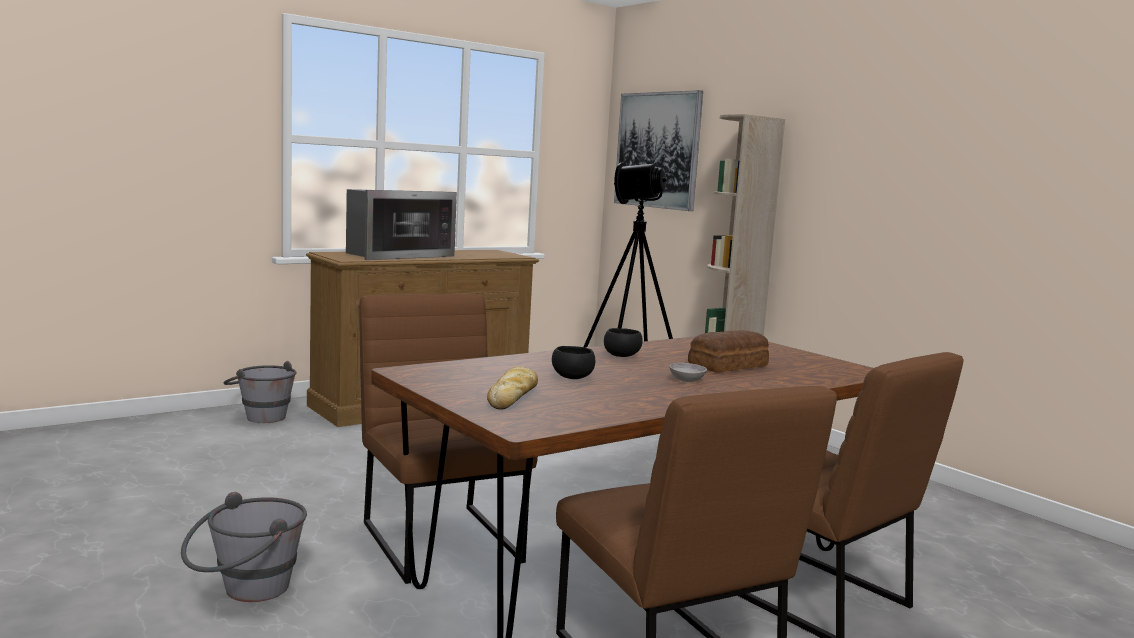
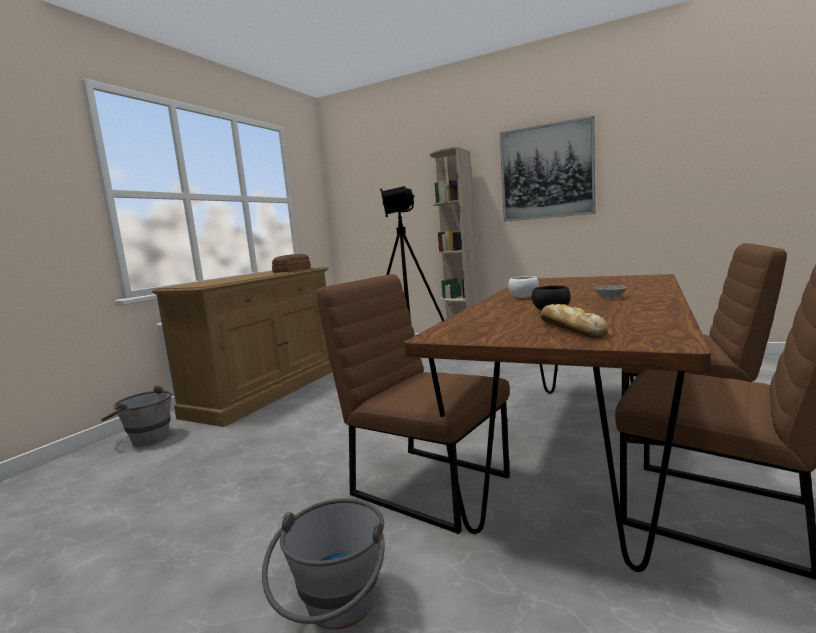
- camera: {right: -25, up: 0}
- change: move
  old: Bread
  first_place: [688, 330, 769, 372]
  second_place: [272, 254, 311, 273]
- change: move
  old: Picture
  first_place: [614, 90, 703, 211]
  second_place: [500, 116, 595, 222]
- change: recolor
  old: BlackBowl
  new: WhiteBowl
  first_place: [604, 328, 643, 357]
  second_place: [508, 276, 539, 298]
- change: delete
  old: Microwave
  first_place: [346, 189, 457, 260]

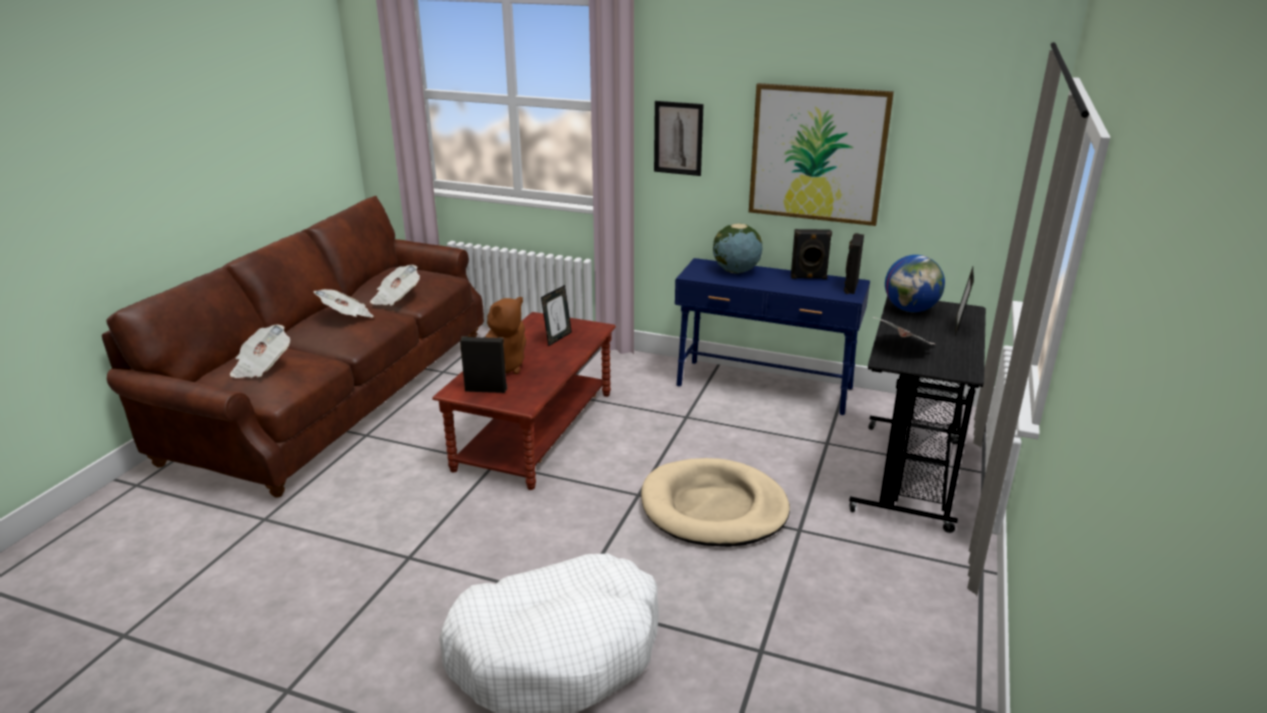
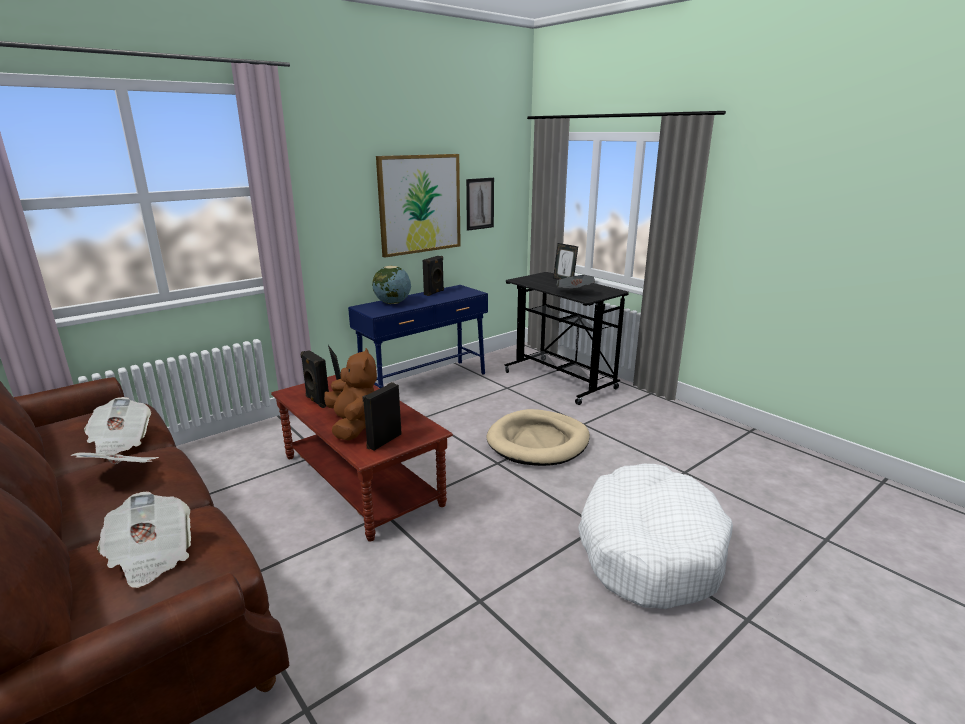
- camera: {right: -60, up: -5}
- change: move
  old: BlackSpeaker
  first_place: [844, 233, 864, 294]
  second_place: [301, 350, 329, 408]
- change: move
  old: Picture
  first_place: [654, 101, 704, 176]
  second_place: [466, 178, 494, 231]
- change: delete
  old: Globe
  first_place: [885, 255, 945, 312]

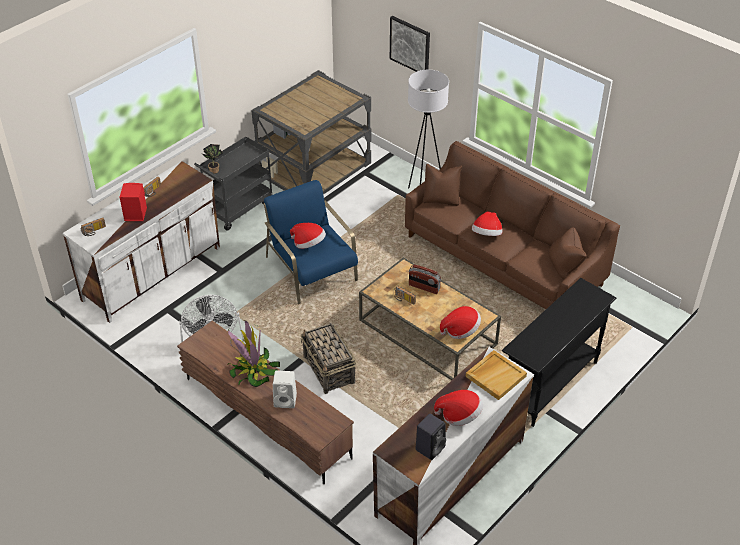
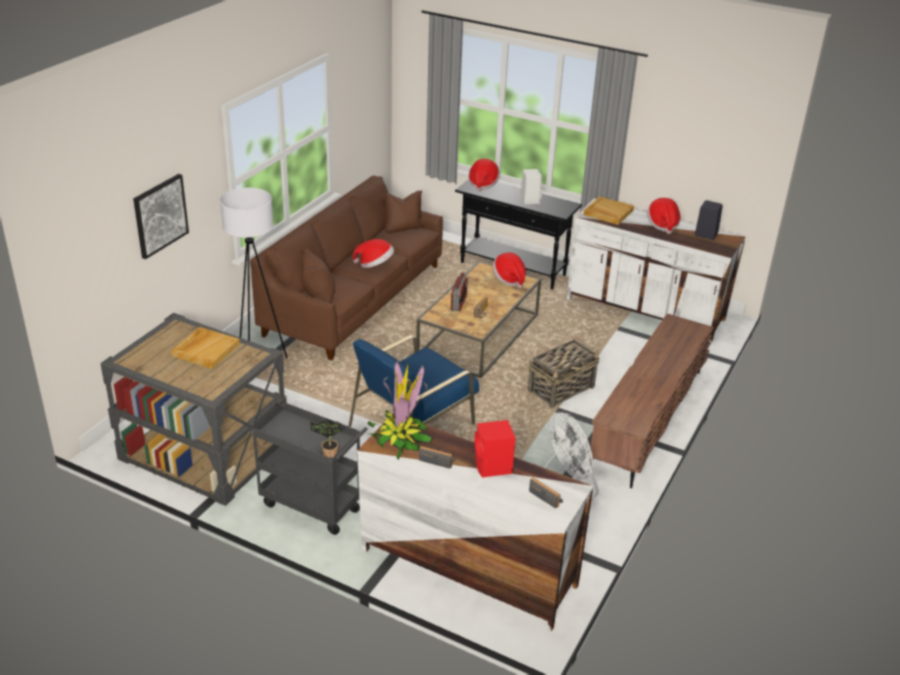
- camera: {right: -105, up: -10}
- change: insert
  new: BeigeTray
  second_place: [171, 327, 240, 369]
- change: move
  old: PottedPlant
  first_place: [227, 320, 280, 387]
  second_place: [367, 362, 433, 459]
- change: move
  old: Hat
  first_place: [290, 223, 326, 249]
  second_place: [469, 159, 499, 191]
- change: move
  old: WhiteSpeaker
  first_place: [273, 370, 297, 408]
  second_place: [520, 169, 542, 205]

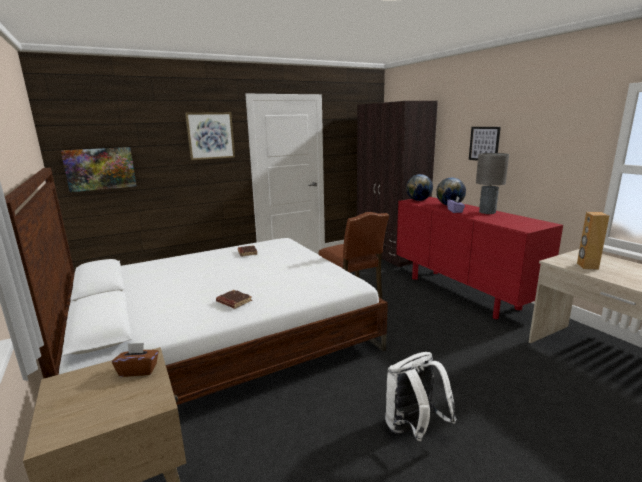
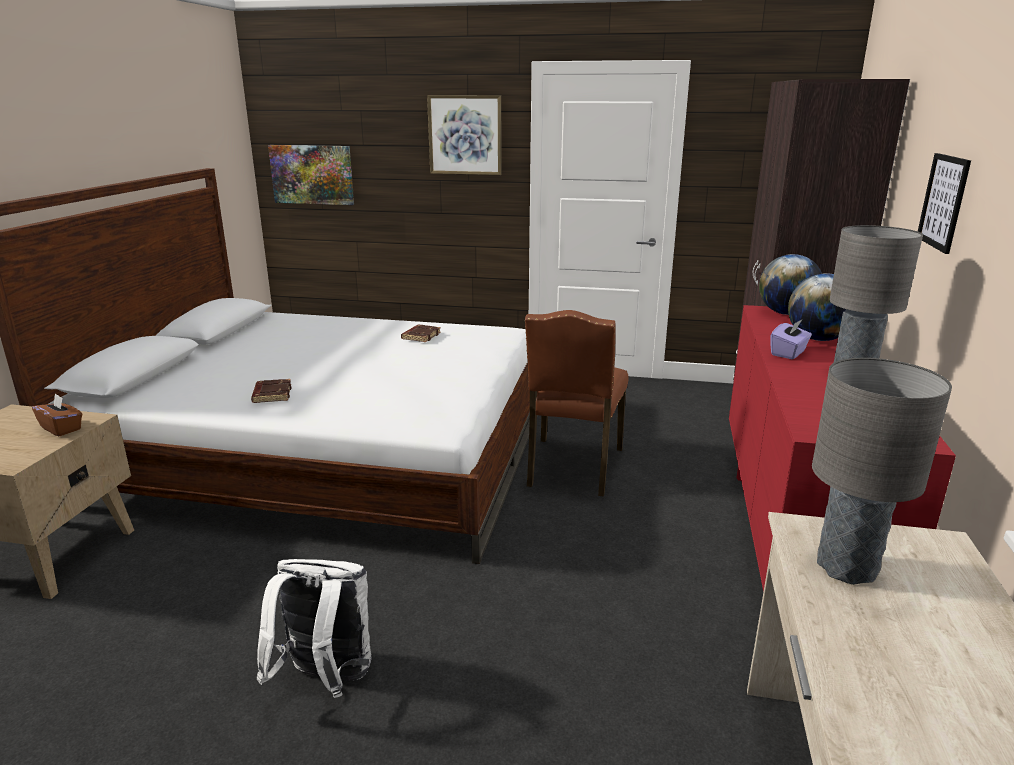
- camera: {right: 40, up: 5}
- change: replace
  old: BrownSpeaker
  new: GreyTableLamp
  first_place: [577, 212, 609, 270]
  second_place: [812, 358, 952, 585]

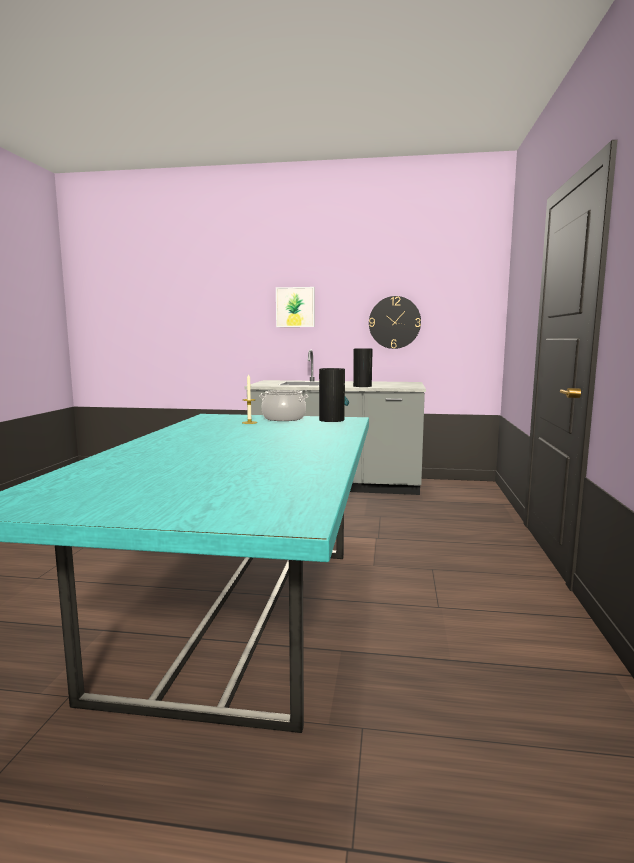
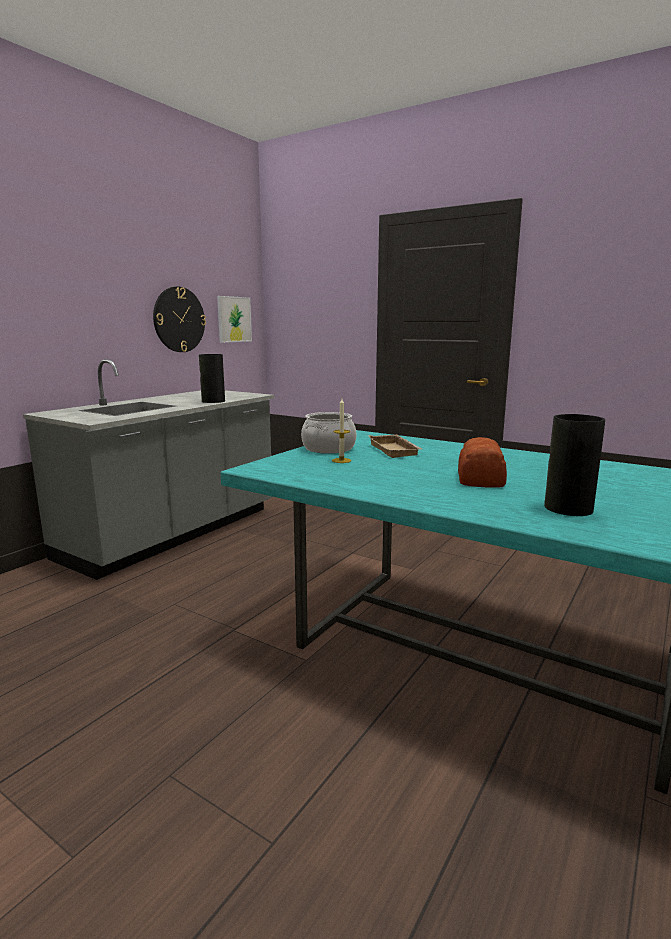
- camera: {right: -65, up: 5}
- change: move
  old: Picture
  first_place: [276, 287, 315, 327]
  second_place: [217, 296, 252, 343]
- change: insert
  new: BeigeTray
  second_place: [368, 435, 422, 458]
- change: insert
  new: Bread
  second_place: [458, 437, 507, 488]
- change: move
  old: Vase
  first_place: [319, 368, 349, 422]
  second_place: [544, 414, 605, 516]

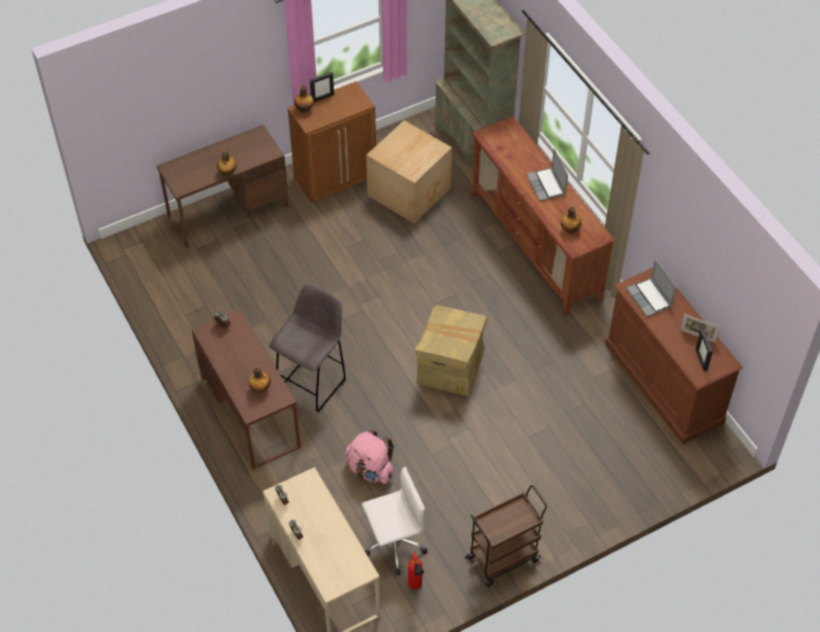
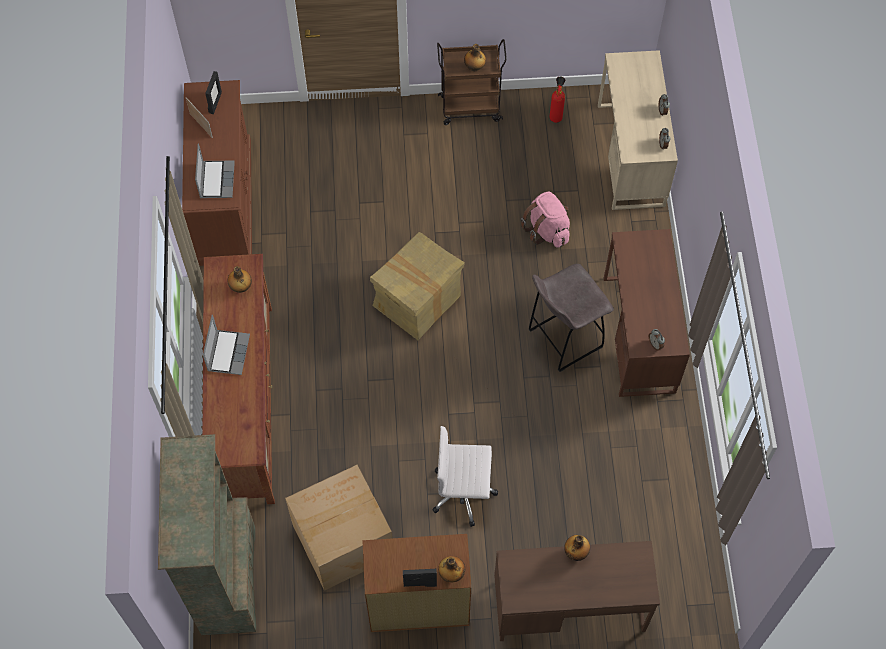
- camera: {right: -155, up: 10}
- change: move
  old: WhiteOfficeChair
  first_place: [362, 467, 427, 575]
  second_place: [433, 426, 498, 527]
- change: move
  old: Bottle
  first_place: [248, 367, 271, 392]
  second_place: [464, 44, 486, 72]

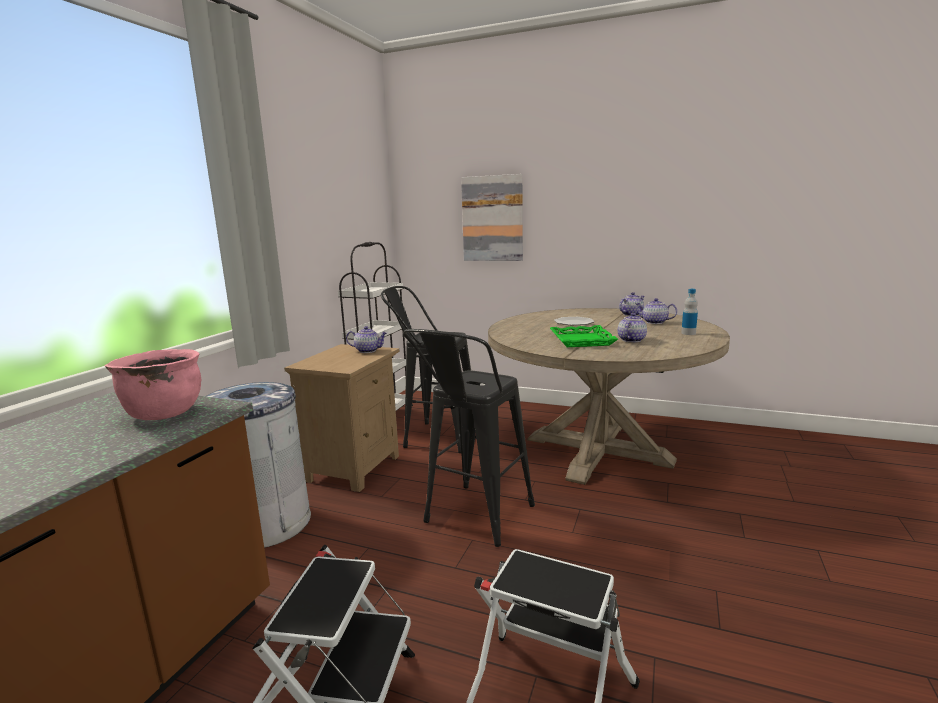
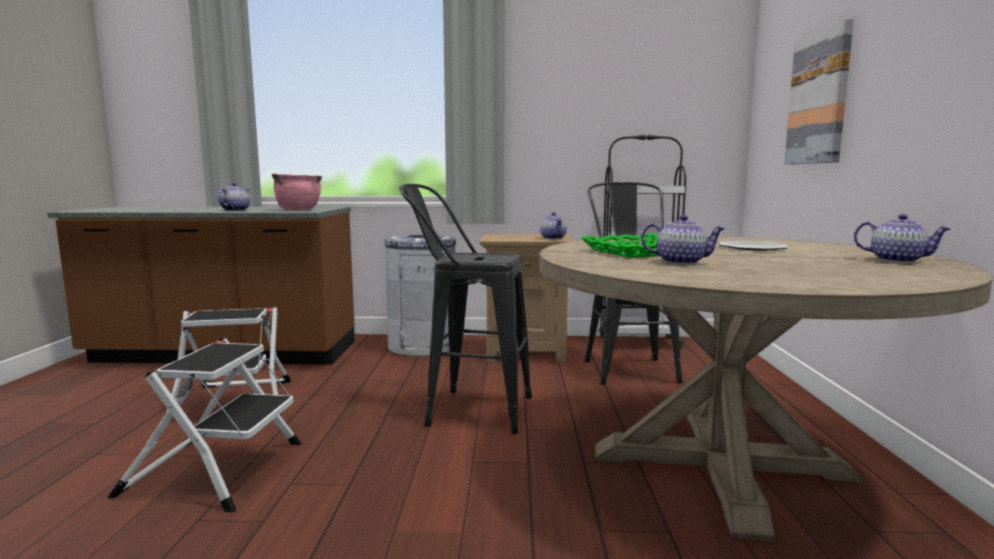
- camera: {right: 70, up: -5}
- change: move
  old: Teapot
  first_place: [635, 298, 677, 324]
  second_place: [218, 183, 250, 211]
- change: delete
  old: Bottle
  first_place: [681, 289, 698, 335]

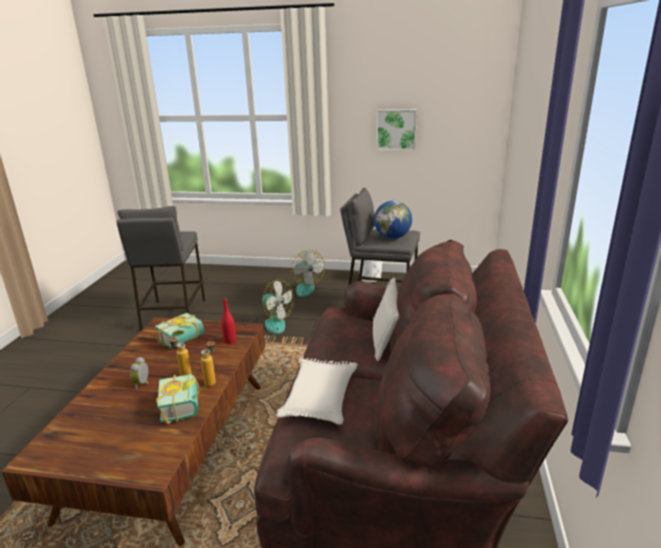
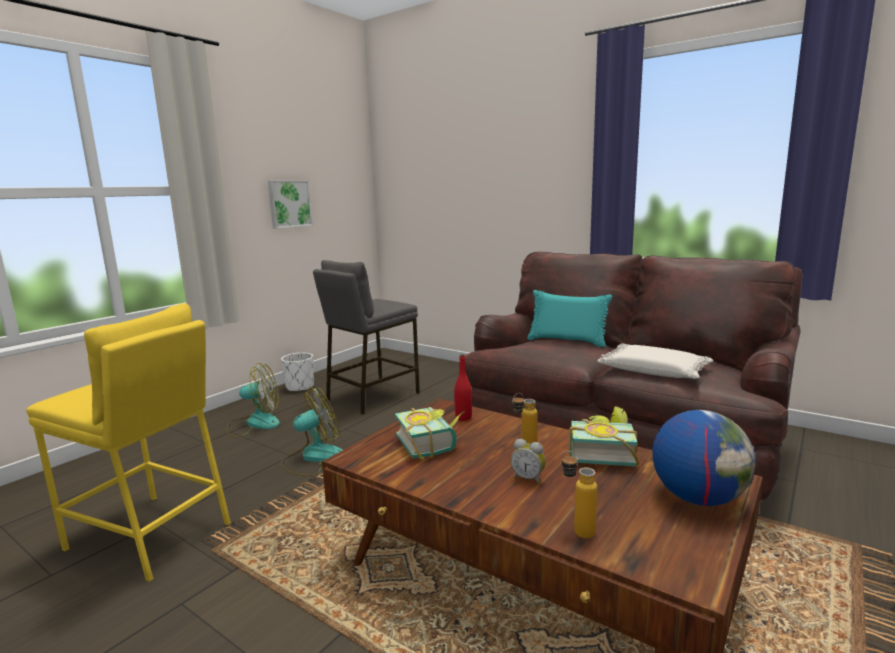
- camera: {right: -65, up: -10}
- change: recolor
  old: GreyStool
  new: YellowStool
  first_place: [116, 206, 205, 331]
  second_place: [26, 303, 231, 582]
- change: recolor
  old: WhitePillow
  new: TurquoisePillow
  first_place: [373, 278, 400, 361]
  second_place: [527, 290, 612, 348]
- change: move
  old: Bottle
  first_place: [201, 338, 216, 386]
  second_place: [562, 451, 597, 539]
- change: move
  old: Globe
  first_place: [374, 201, 412, 239]
  second_place: [652, 410, 756, 506]

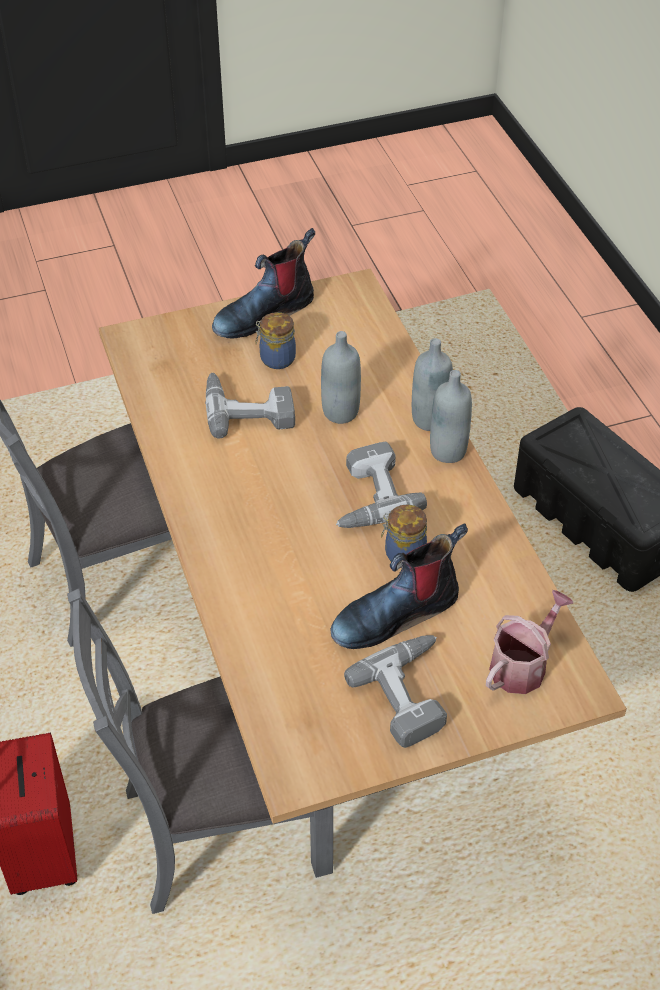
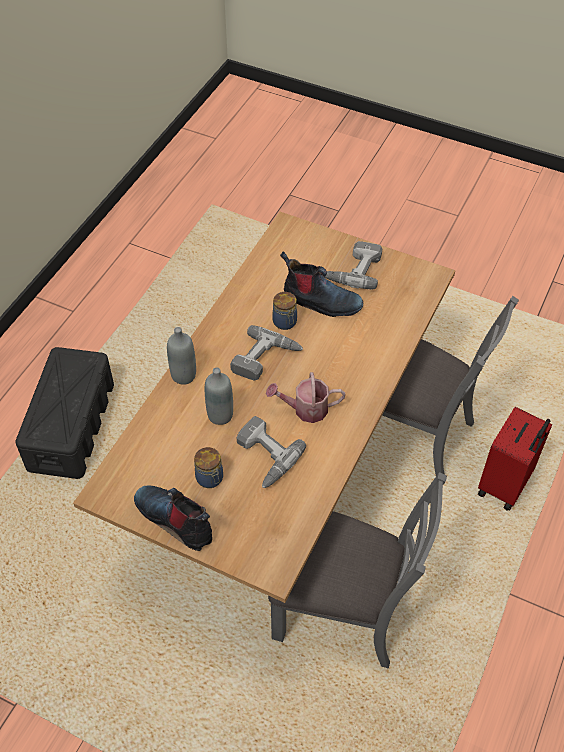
- camera: {right: -135, up: 5}
- change: rotate
  old: Boot
  first_place: [212, 228, 315, 339]
  second_place: [134, 485, 212, 551]
  degrees: -150
- change: move
  old: WateringCan
  first_place: [486, 590, 573, 694]
  second_place: [266, 372, 345, 423]
- change: delete
  old: GreyBottle
  first_place: [430, 370, 472, 463]

